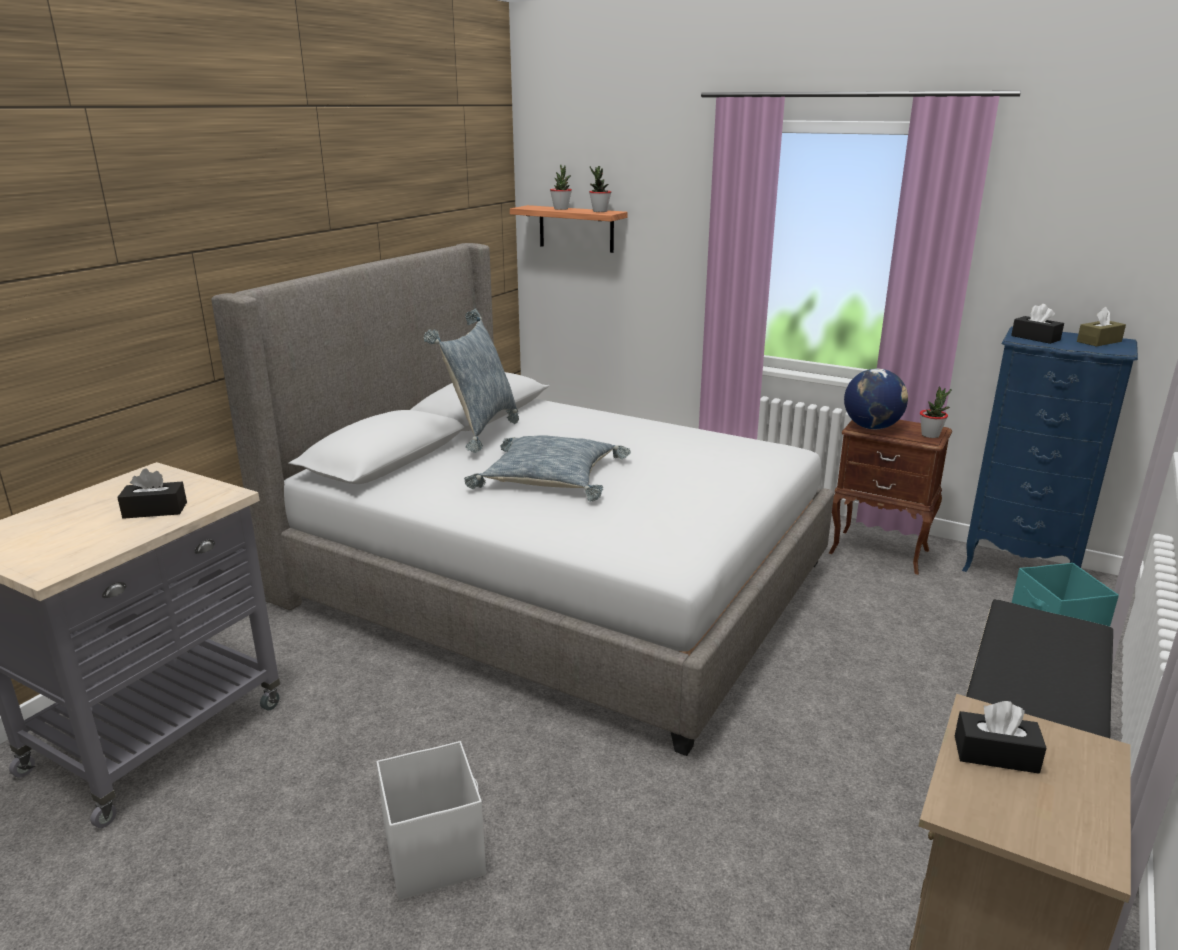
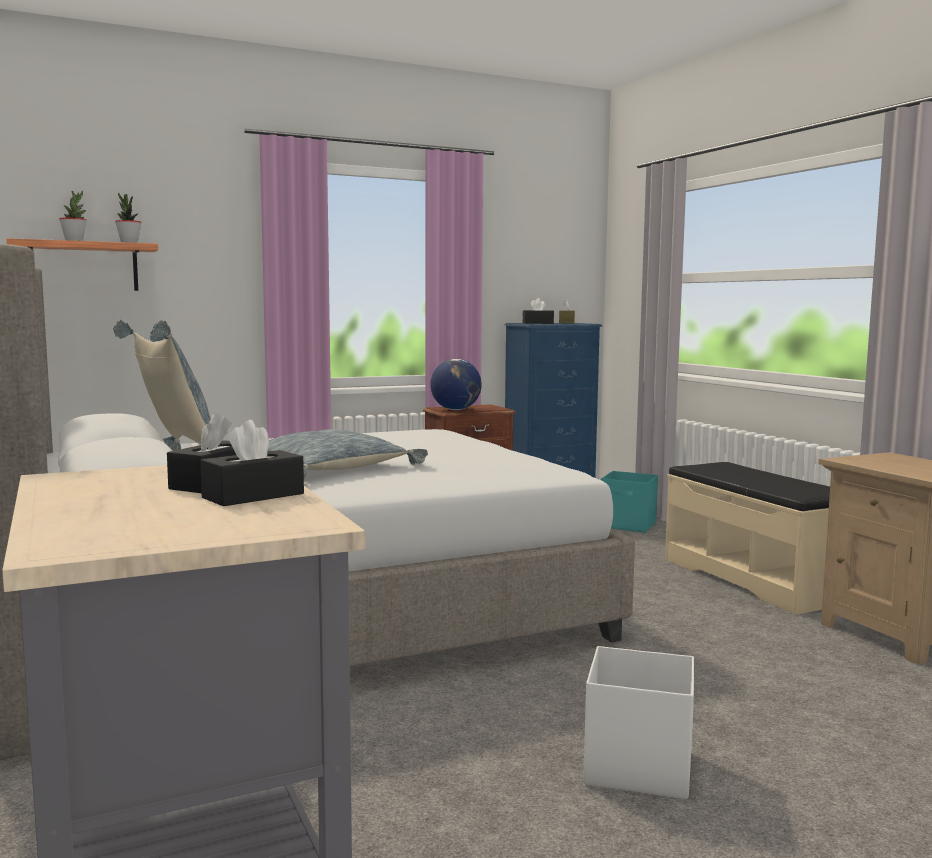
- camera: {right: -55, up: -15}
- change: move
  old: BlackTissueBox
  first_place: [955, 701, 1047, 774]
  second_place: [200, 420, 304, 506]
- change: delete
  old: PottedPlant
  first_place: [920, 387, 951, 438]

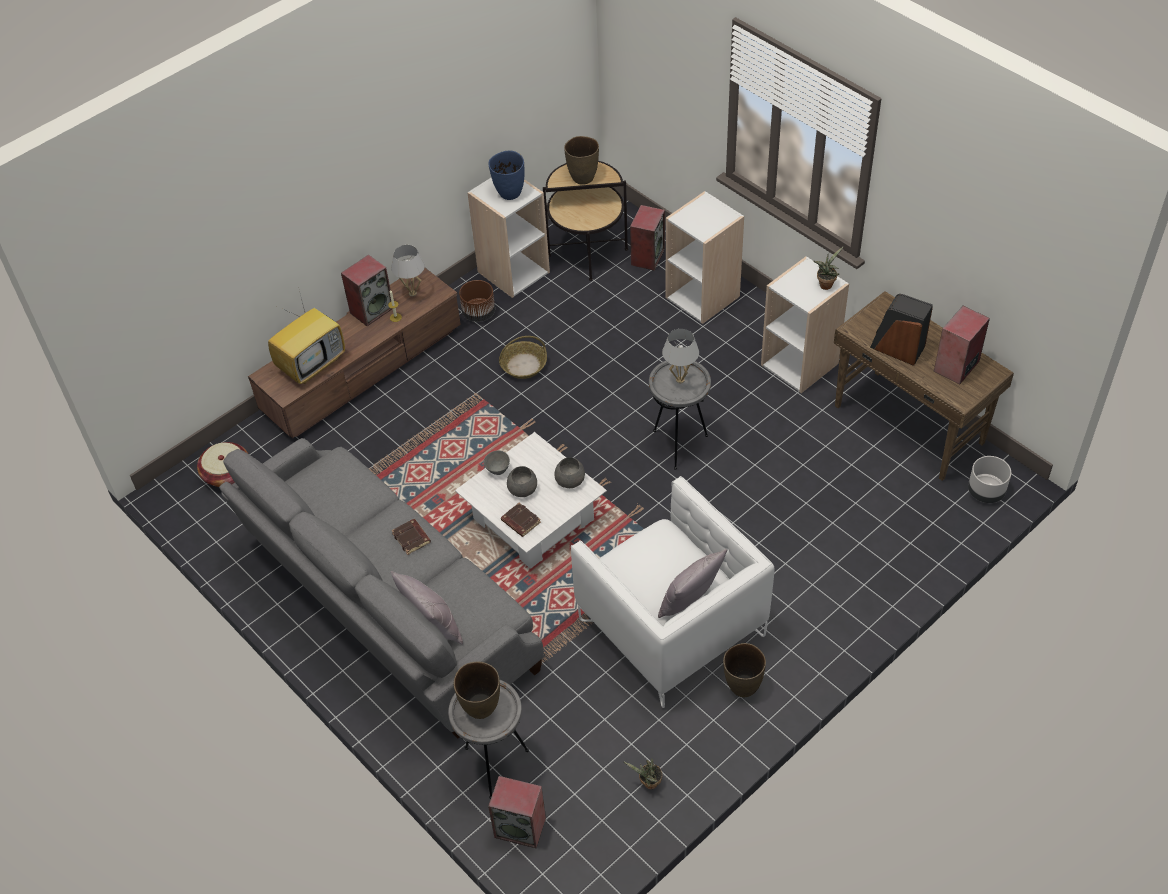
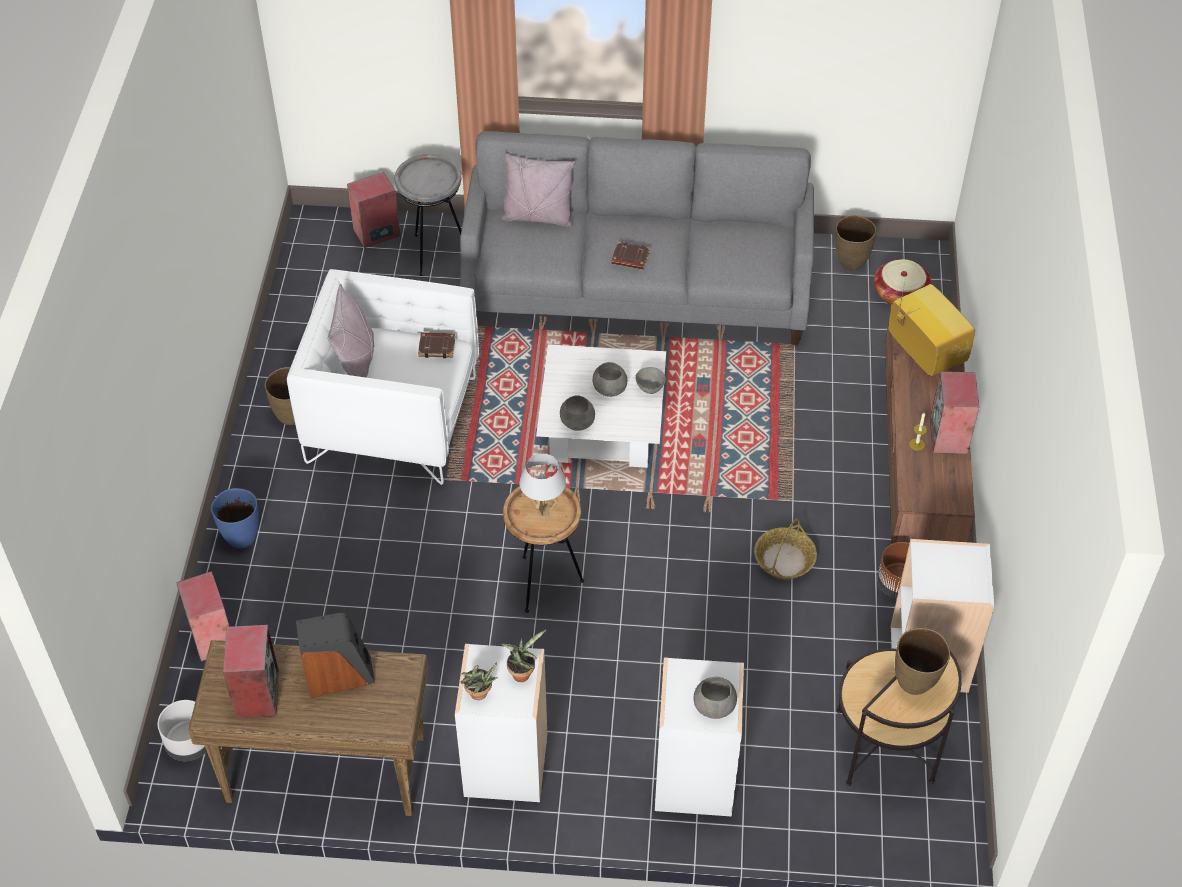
- camera: {right: 135, up: 0}
- change: move
  old: Speaker
  first_place: [630, 205, 665, 271]
  second_place: [176, 571, 229, 661]
- change: move
  old: BlueVase
  first_place: [489, 151, 525, 200]
  second_place: [211, 488, 259, 549]
- change: move
  old: BrownBook
  first_place: [501, 503, 541, 537]
  second_place: [418, 332, 455, 358]
- change: move
  old: PottedPlant
  first_place: [624, 758, 662, 789]
  second_place: [501, 630, 546, 682]
- change: recolor
  old: GreySideTable
  new: BrownSideTable
  first_place: [649, 361, 711, 470]
  second_place: [503, 486, 584, 613]
- change: insert
  new: GreyBowl
  second_place: [694, 677, 737, 719]
- change: move
  old: BrownVase
  first_place: [454, 662, 500, 719]
  second_place: [836, 215, 876, 270]
- change: rotate
  old: Television
  first_place: [268, 287, 345, 384]
  second_place: [889, 283, 975, 376]
  degrees: 150
- change: delete
  old: WhiteTableLamp
  first_place: [391, 245, 425, 296]

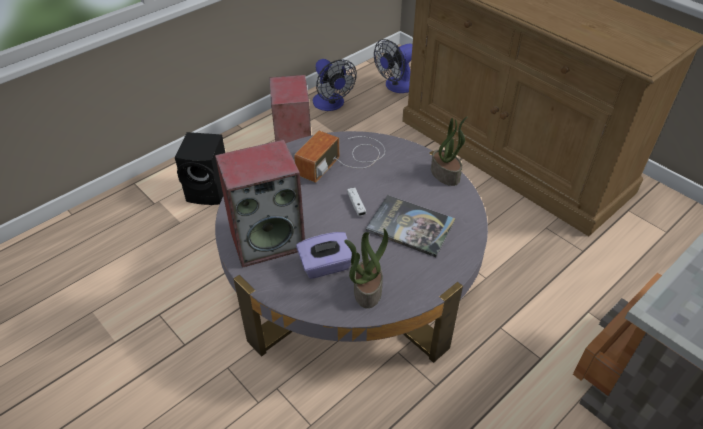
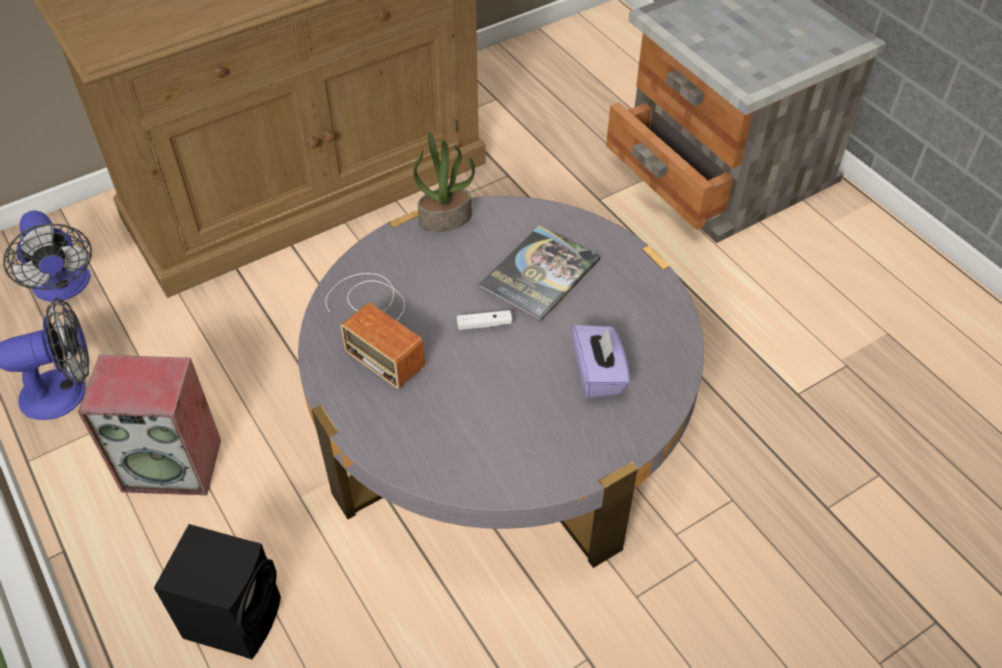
- camera: {right: -80, up: 5}
- change: delete
  old: Speaker
  first_place: [215, 140, 305, 268]
- change: delete
  old: PottedPlant
  first_place: [344, 228, 388, 308]

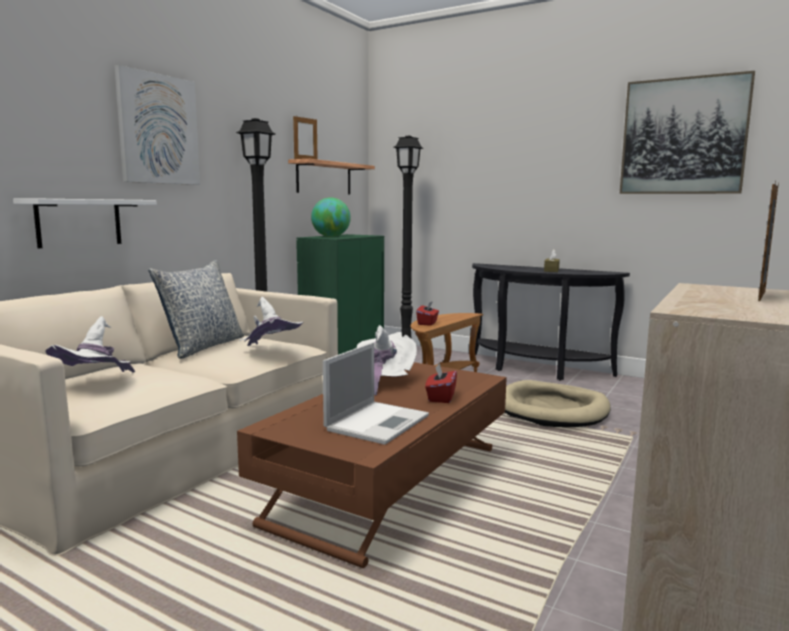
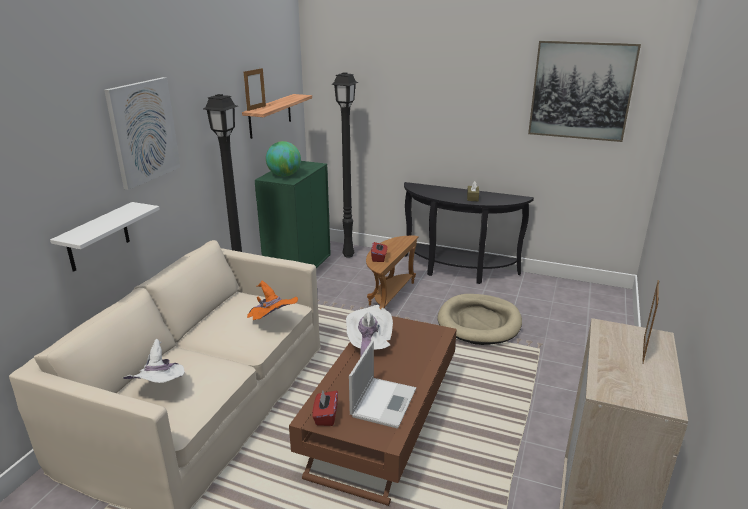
- camera: {right: -10, up: 15}
- change: recolor
  old: WhiteHat
  new: OrangeHat
  first_place: [239, 297, 304, 346]
  second_place: [247, 281, 298, 320]
- change: move
  old: RedTissueBox
  first_place: [425, 363, 457, 403]
  second_place: [312, 391, 338, 426]
- change: delete
  old: Pillow
  first_place: [148, 260, 244, 359]

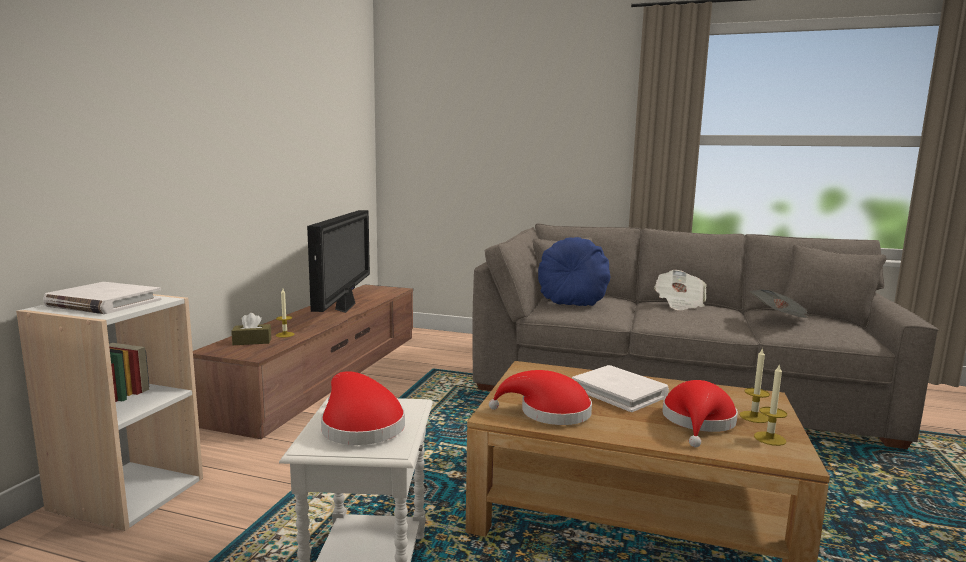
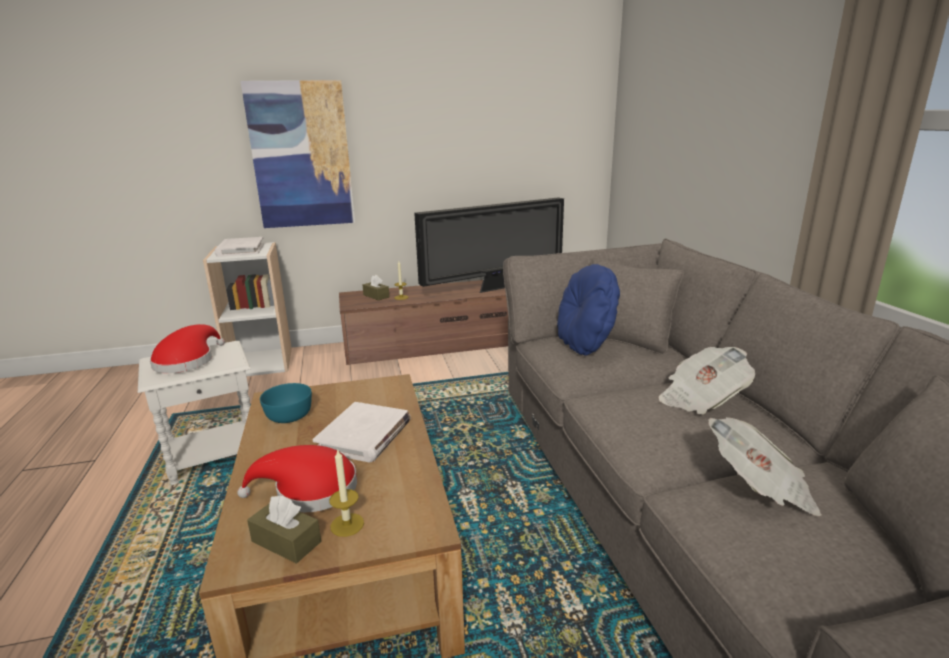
- camera: {right: 60, up: 10}
- change: insert
  new: Picture
  second_place: [241, 80, 355, 228]
- change: replace
  old: Candle
  new: BrownTissueBox
  first_place: [754, 365, 787, 446]
  second_place: [247, 495, 321, 564]
- change: replace
  old: RedHat
  new: TurquoiseBowl
  first_place: [489, 370, 592, 425]
  second_place: [260, 383, 312, 423]

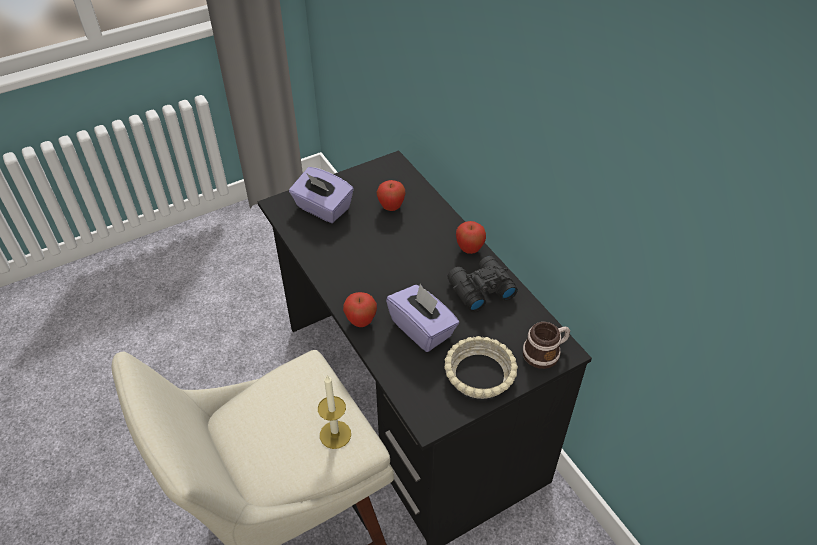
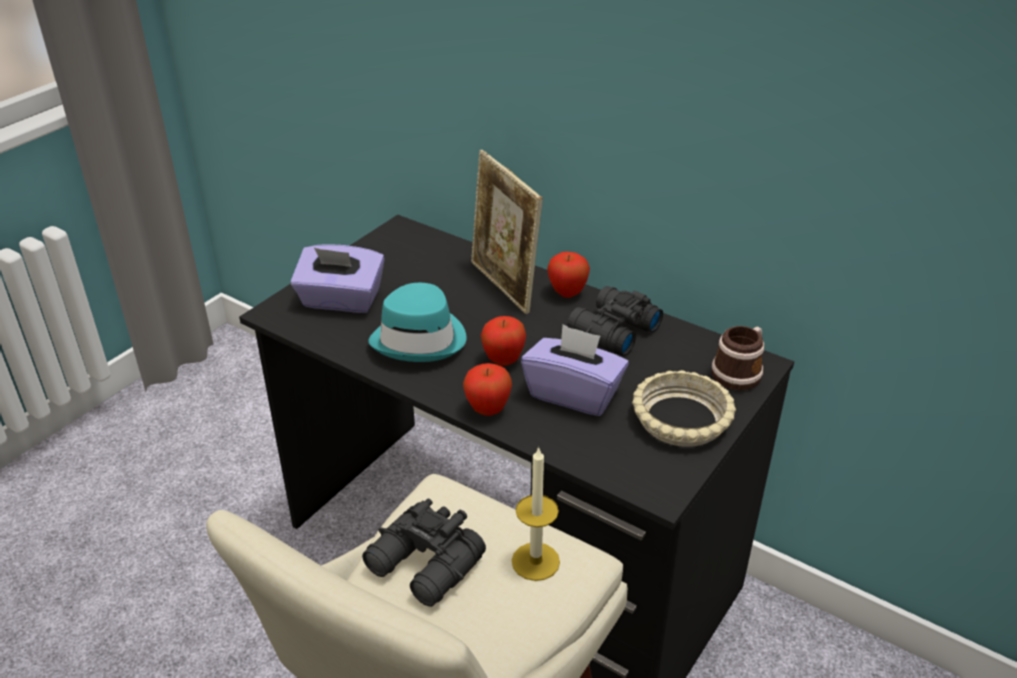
- camera: {right: -25, up: -10}
- change: insert
  new: BlackBinoculars
  second_place: [362, 499, 486, 607]
- change: insert
  new: TurquoiseHat
  second_place: [368, 283, 466, 362]
- change: insert
  new: PictureFrame
  second_place: [471, 150, 543, 314]
- change: move
  old: Apple
  first_place: [377, 180, 405, 211]
  second_place: [481, 316, 526, 366]

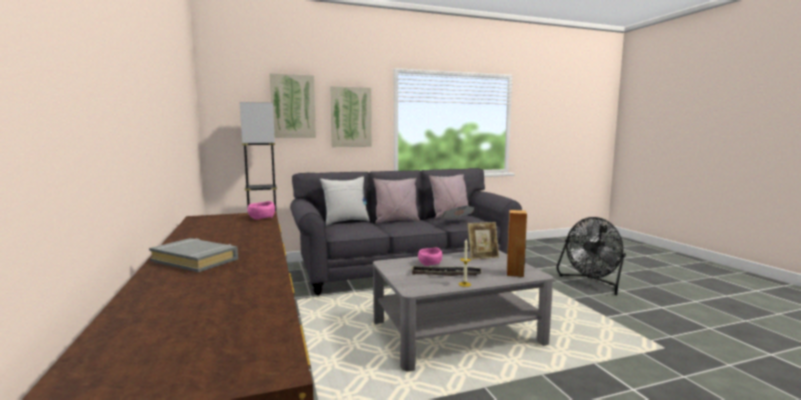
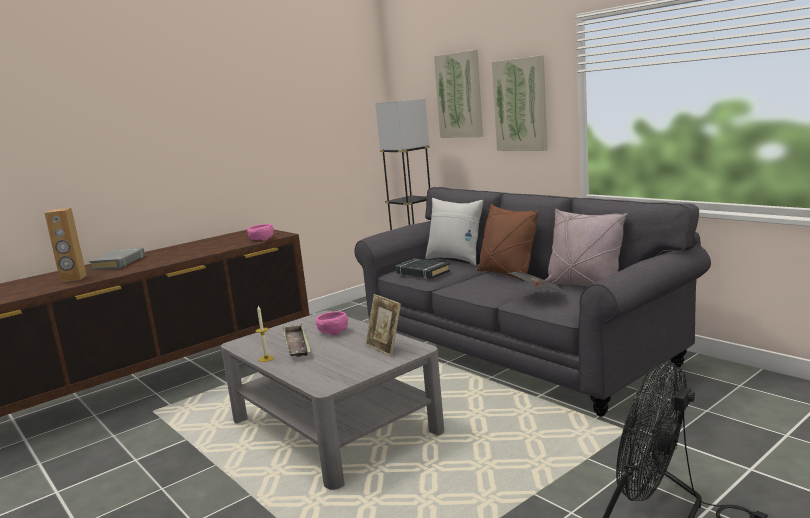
- camera: {right: 70, up: 5}
- change: move
  old: BrownSpeaker
  first_place: [507, 210, 527, 277]
  second_place: [45, 208, 87, 282]
- change: insert
  new: BlackBook
  second_place: [396, 258, 450, 279]
- change: recolor
  old: PurplePillow
  new: BrownPillow
  first_place: [373, 178, 420, 224]
  second_place: [477, 204, 539, 281]

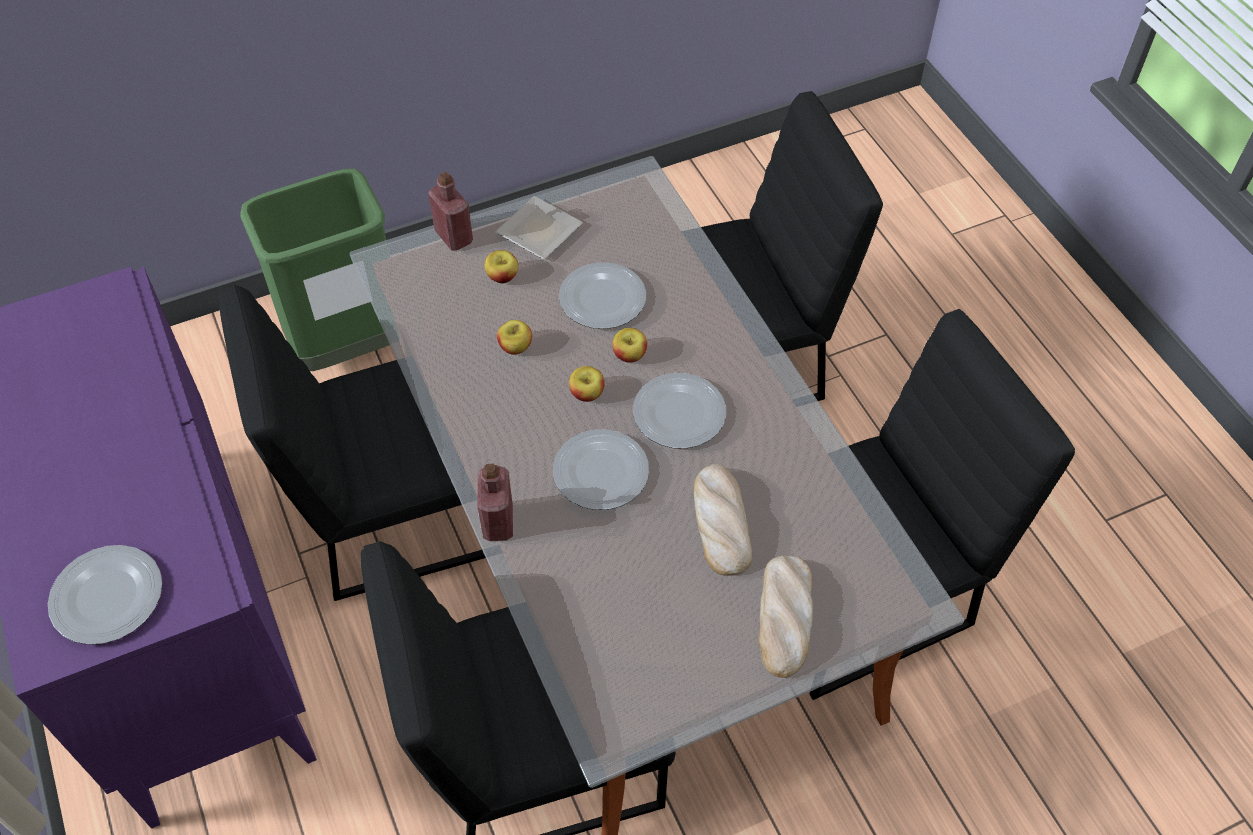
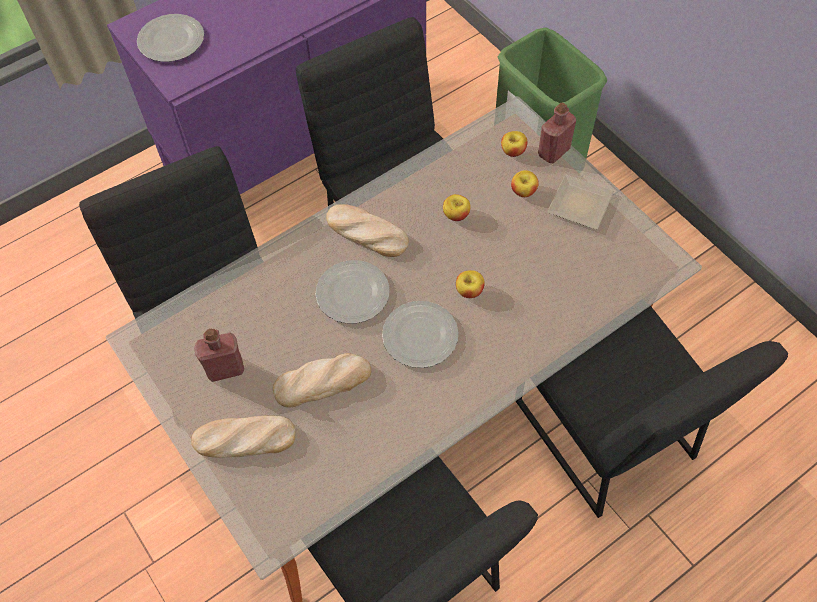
- camera: {right: 80, up: 5}
- change: move
  old: RedBottle
  first_place: [478, 464, 513, 541]
  second_place: [194, 329, 244, 382]
- change: insert
  new: Bread
  second_place: [326, 204, 409, 257]
- change: move
  old: Apple
  first_place: [569, 366, 605, 402]
  second_place: [501, 131, 527, 157]
- change: delete
  old: Plate
  first_place: [559, 262, 646, 329]

